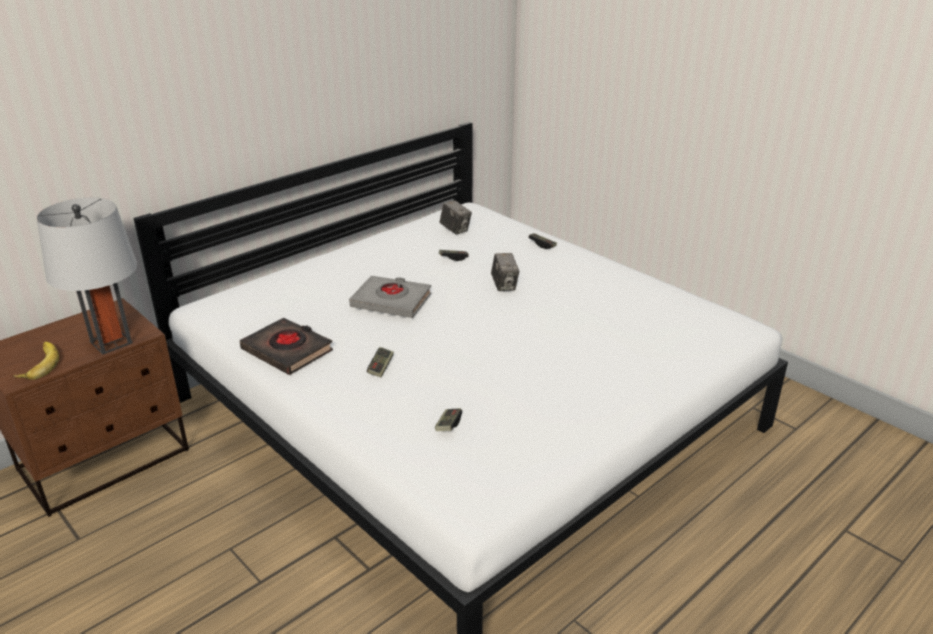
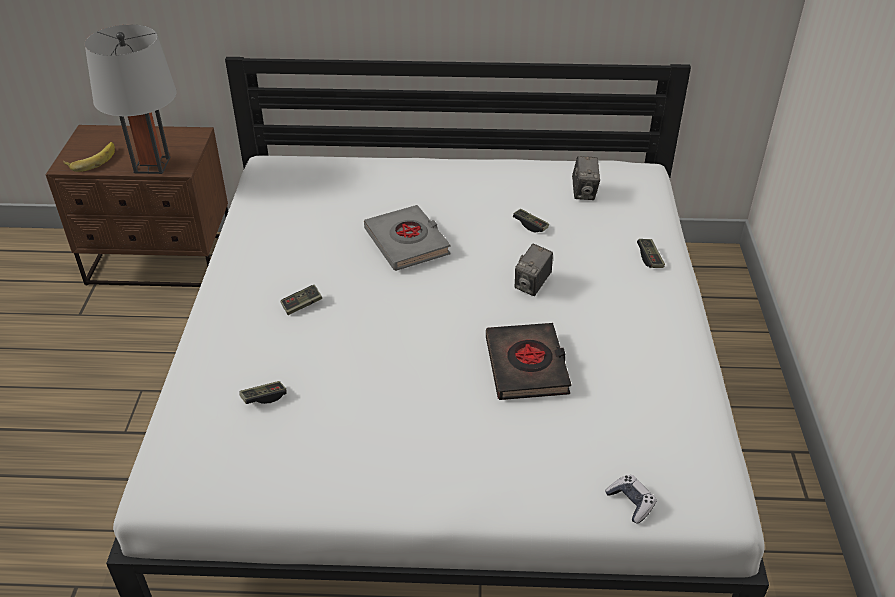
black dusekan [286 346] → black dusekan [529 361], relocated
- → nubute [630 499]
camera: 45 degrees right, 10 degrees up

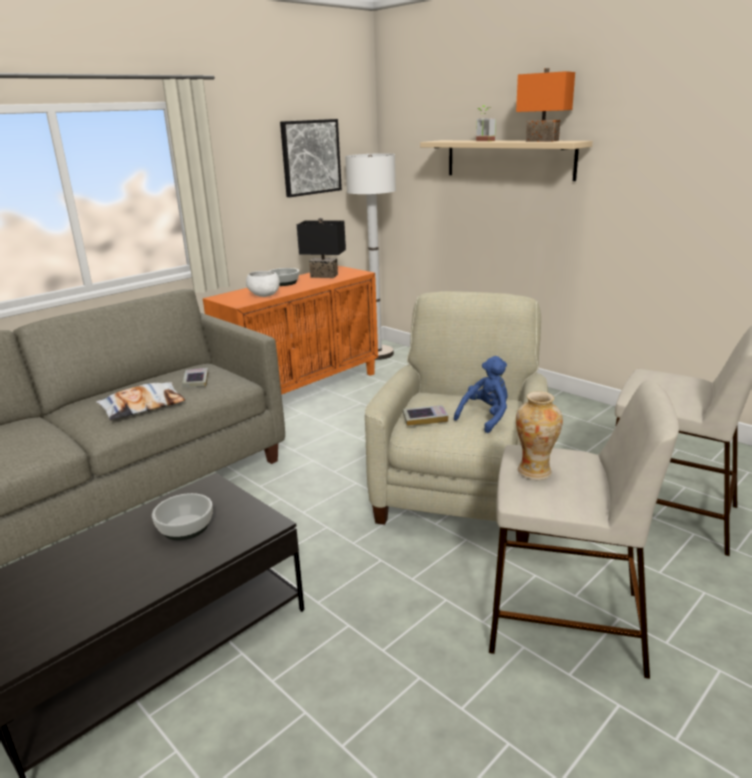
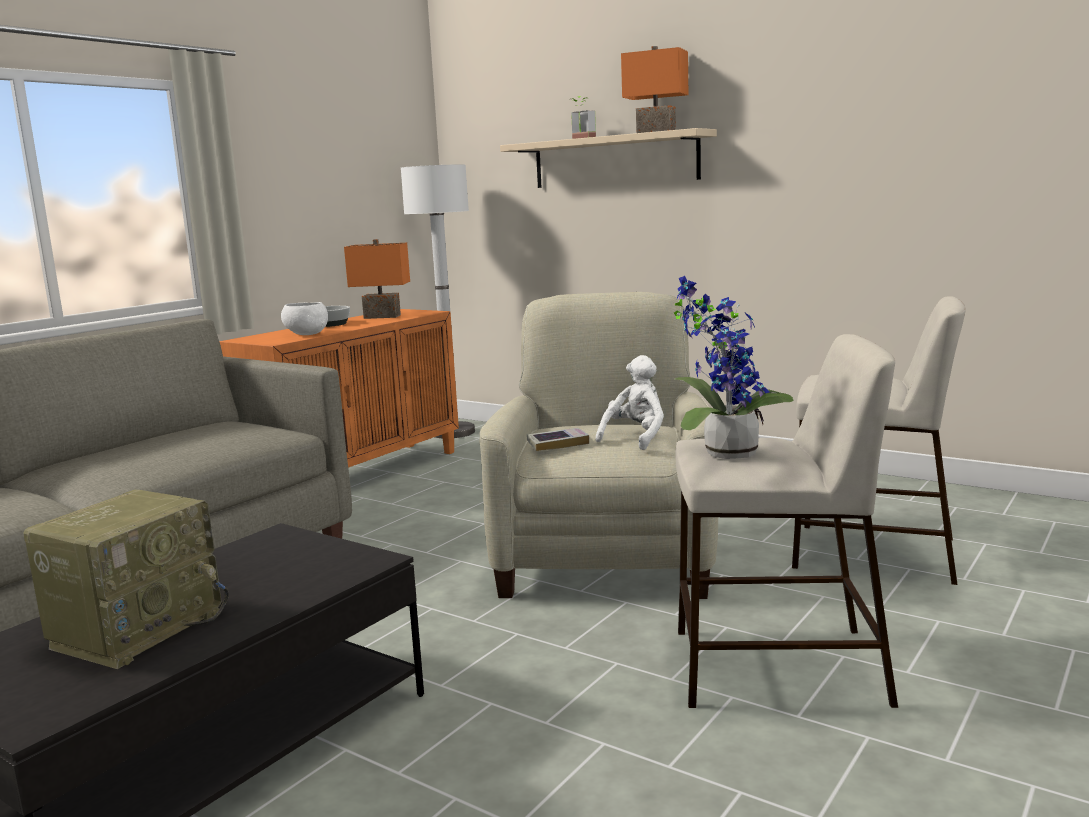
- → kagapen [126 579]
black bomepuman [321 248] → orange bomepuman [377 279]
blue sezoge [481 394] → white sezoge [629 402]
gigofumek [539 435] → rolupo [733 367]
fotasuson [140 401] → -
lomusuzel [182 516] → -
dusekan [195 377] → -
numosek [311 158] → -
camera: 10 degrees left, 10 degrees down

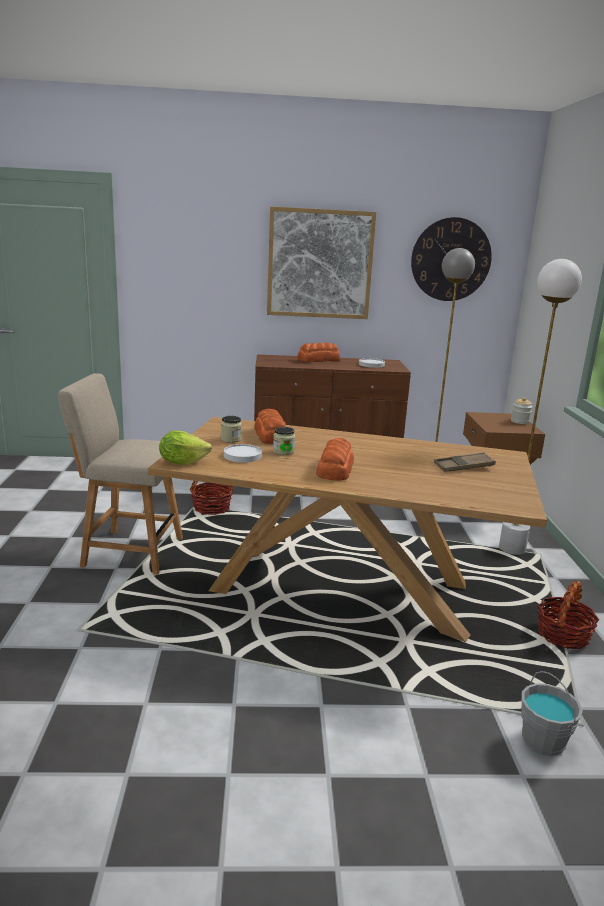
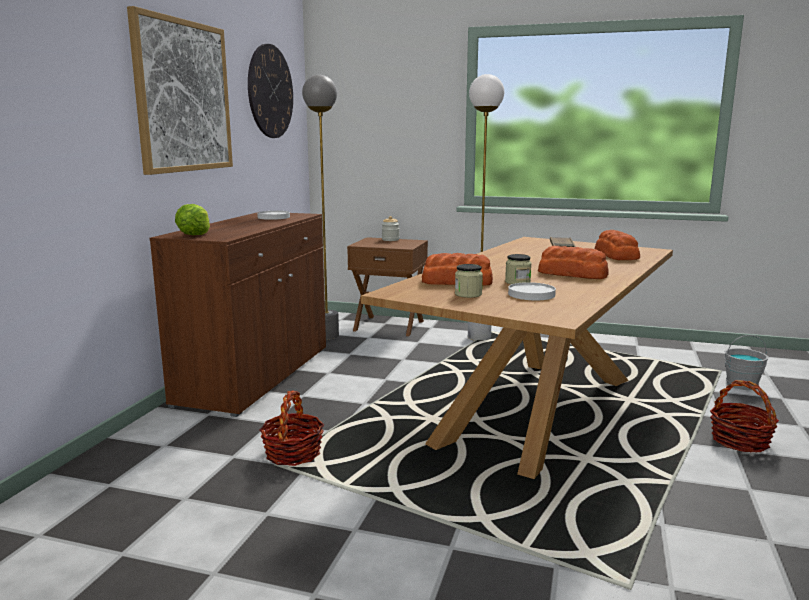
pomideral [185 448] → pomideral [192 219], relocated
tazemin [318 352] → tazemin [617 245], relocated
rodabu [568 615] → rodabu [744 416], relocated
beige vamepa [120 474] → -
camera: 70 degrees left, 5 degrees down

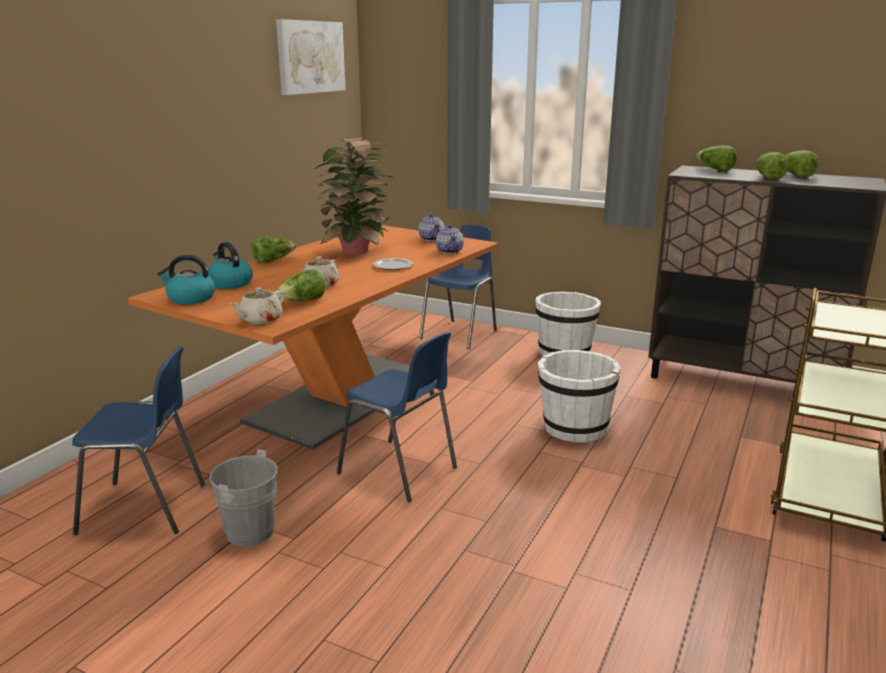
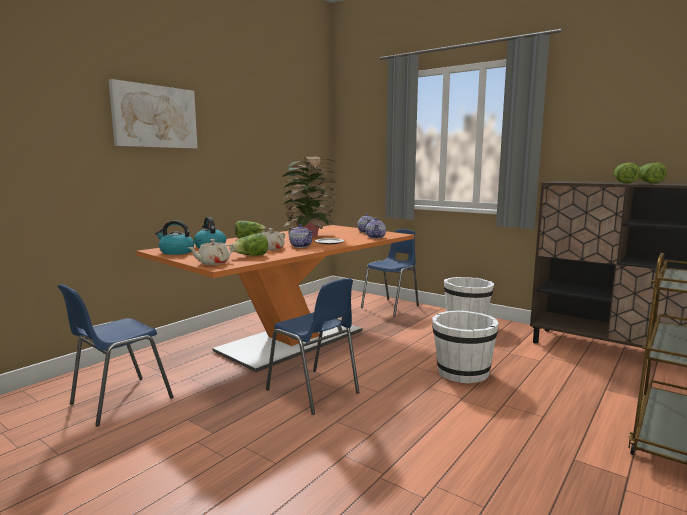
blue vamepa [138 440] → blue vamepa [116 355], 120 degrees clockwise
numosek [311 57] → numosek [153 113], relocated
- → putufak [300 236]
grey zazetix [239 498] → -
pomideral [716 158] → -
camera: 10 degrees right, 10 degrees down

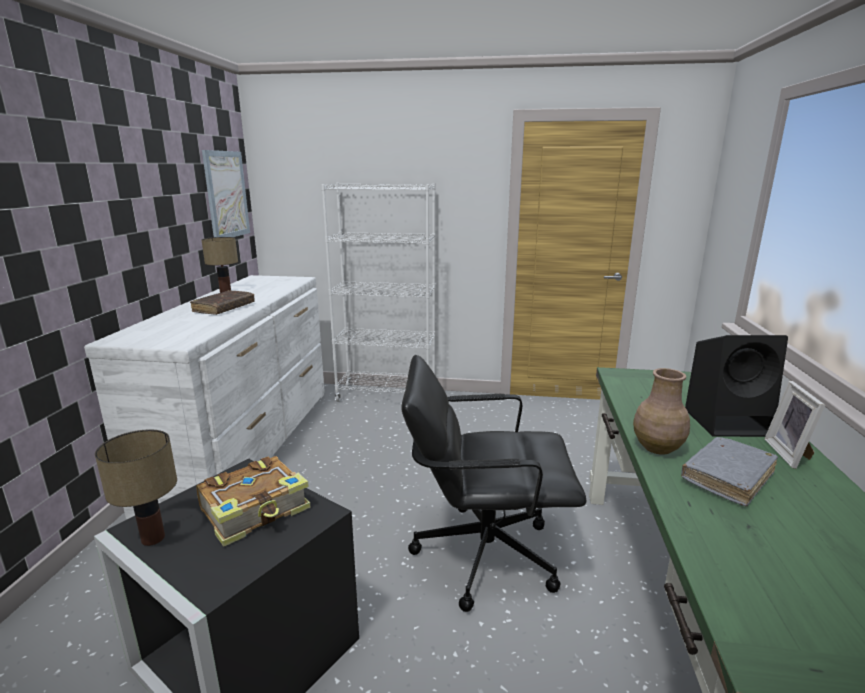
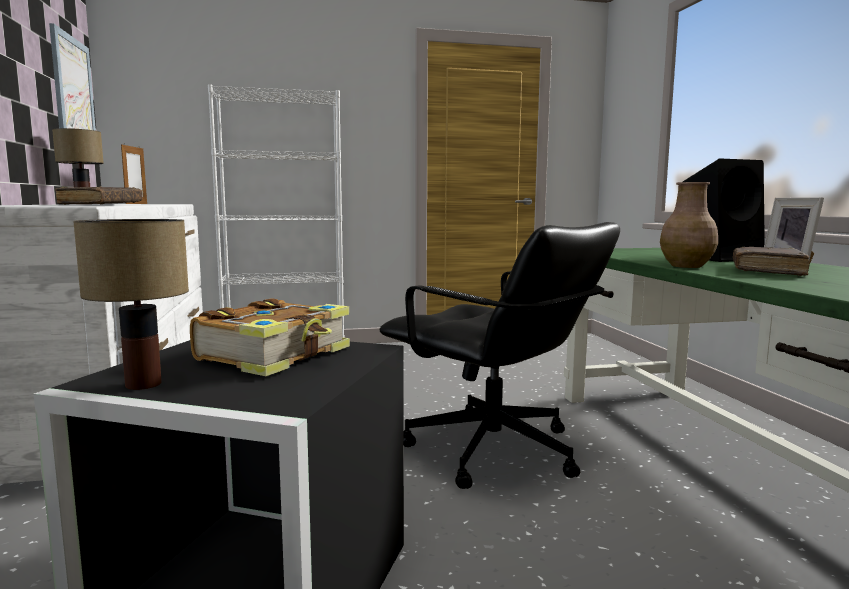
- → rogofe [134 173]
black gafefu [494 483] → black gafefu [499 355], 120 degrees counterclockwise
grey dusekan [729 471] → brown dusekan [771 261]
camera: 20 degrees left, 10 degrees down

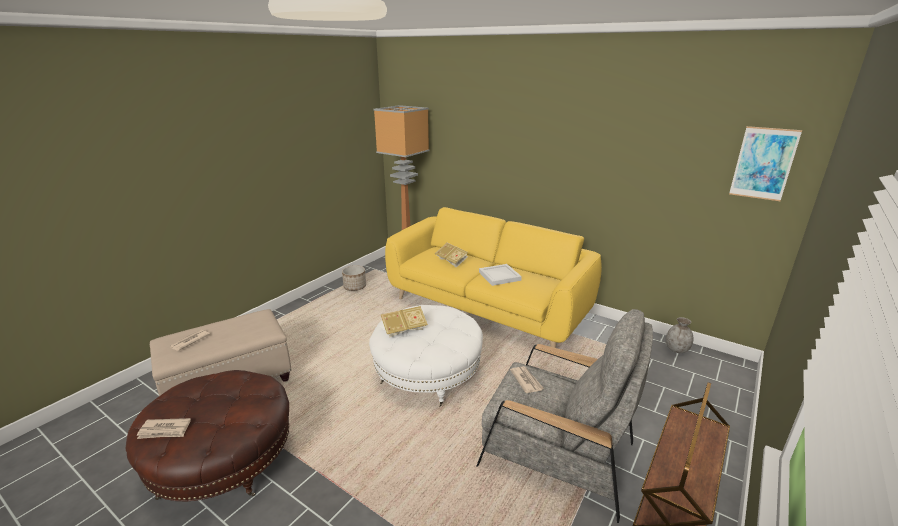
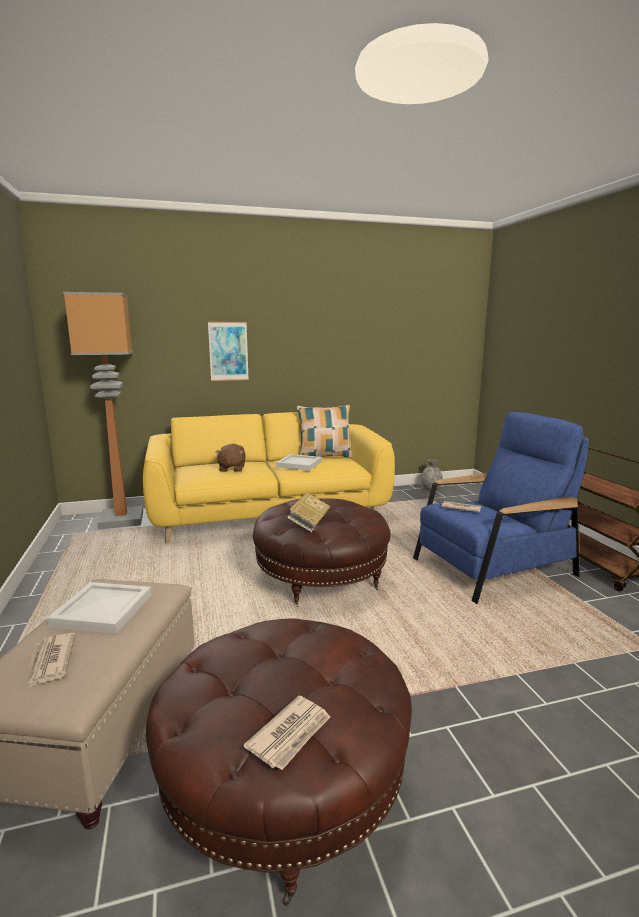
- → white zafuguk [99 608]
numosek [765 163] → numosek [228 351], relocated
dusekan [451 255] → brown sezoge [230 458]
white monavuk [426 355] → brown monavuk [322 552]
- → fotasuson [325 431]
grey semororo [564 416] → blue semororo [501 508]
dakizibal [354 278] → -
camera: 50 degrees left, 10 degrees down

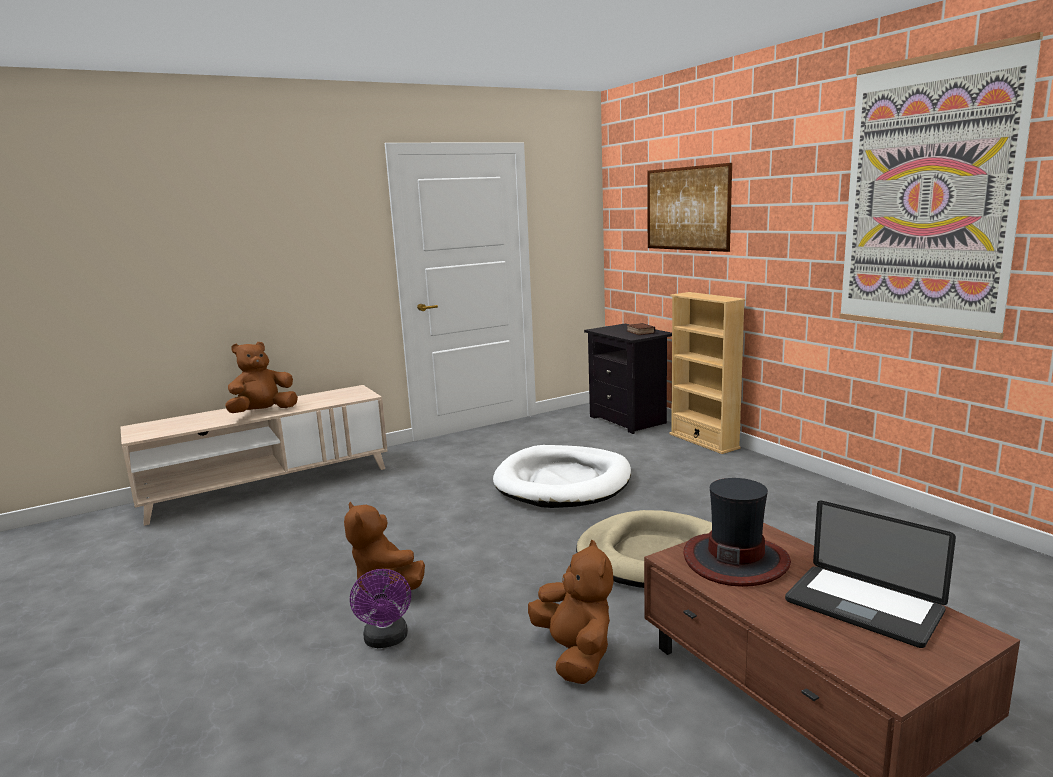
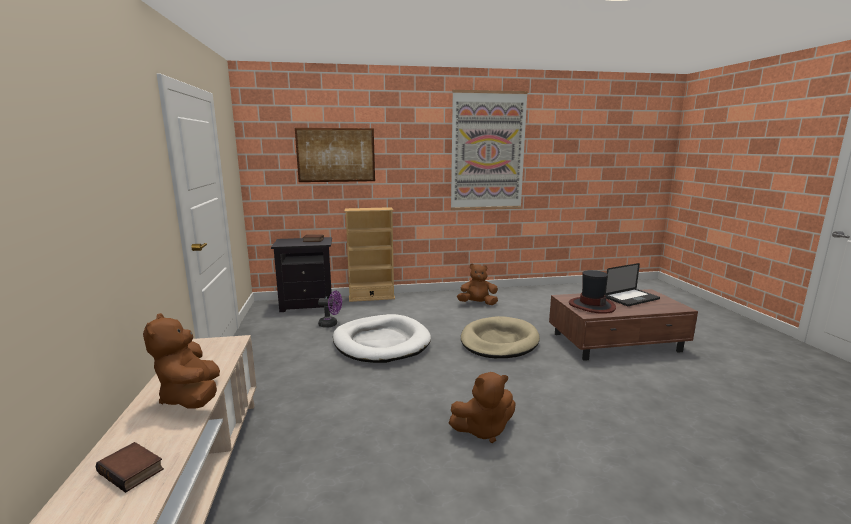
- → dusekan [130 467]
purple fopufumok [380 608] → purple fopufumok [330 309], relocated
brown sezoge [571 612] → brown sezoge [477 284], relocated
camera: 70 degrees left, 0 degrees up

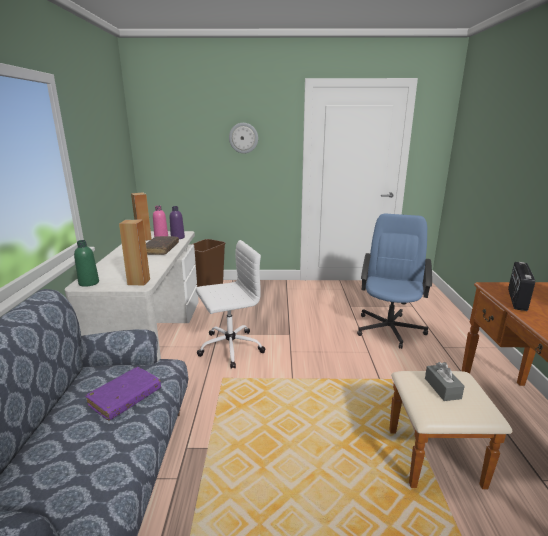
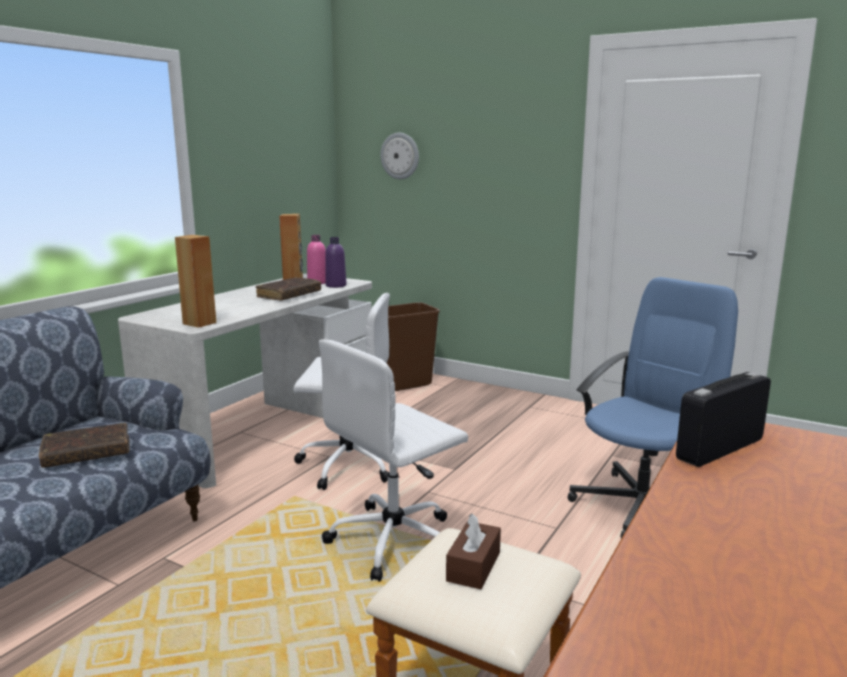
purple dusekan [123 393] → brown dusekan [84 445]
- → white gafefu [393 460]
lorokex [243 138] → lorokex [399 156], relocated
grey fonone [445 381] → brown fonone [473 551]
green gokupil [86 263] → -
camera: 30 degrees right, 5 degrees down

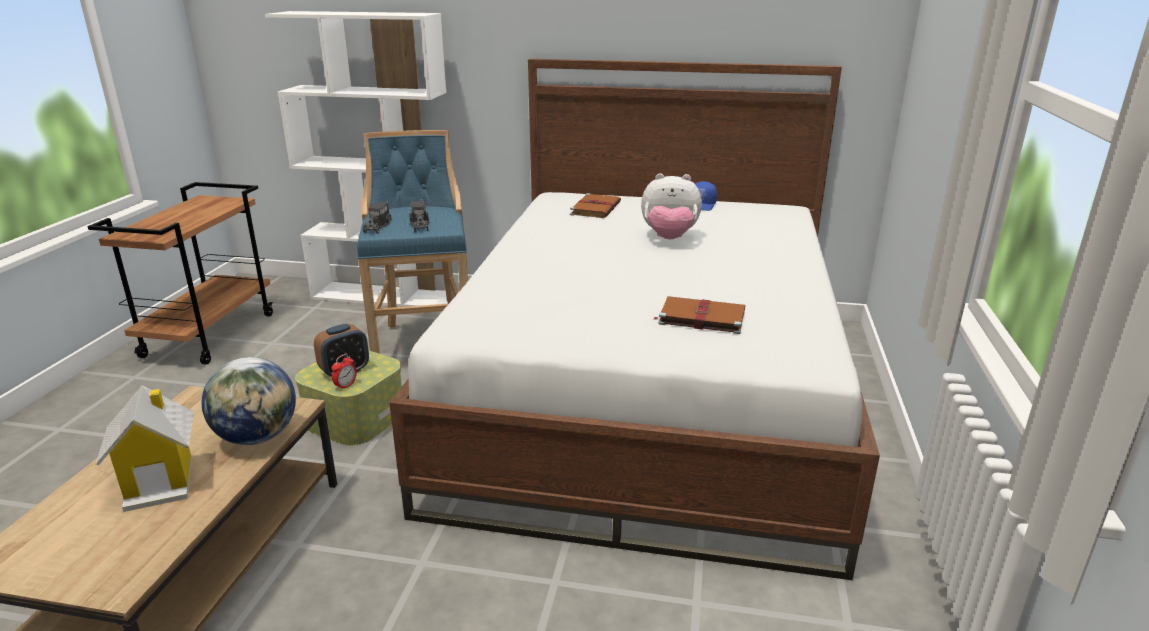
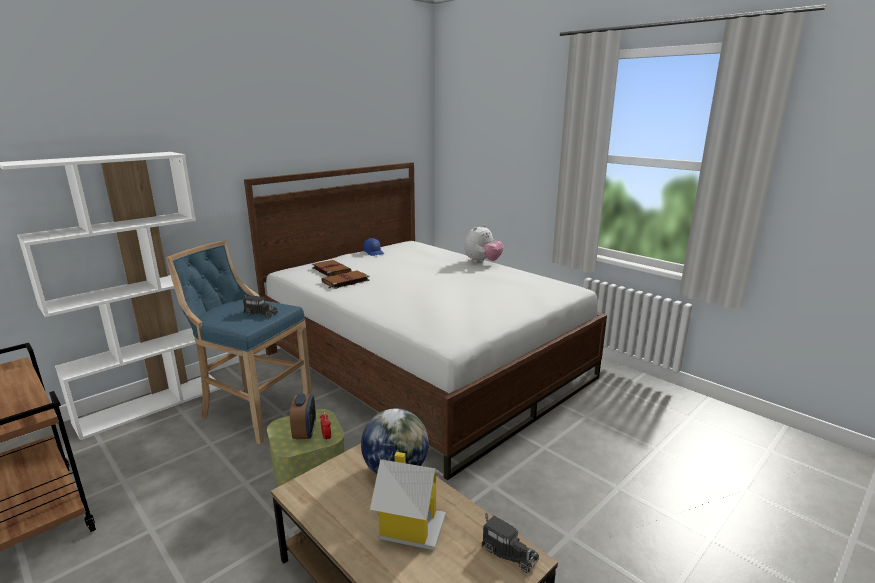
brown dusekan [699 315] → brown dusekan [345 279], relocated
sezoge [671 206] → sezoge [484 243], relocated
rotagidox [377 217] → rotagidox [510 543], relocated
camera: 55 degrees left, 5 degrees down

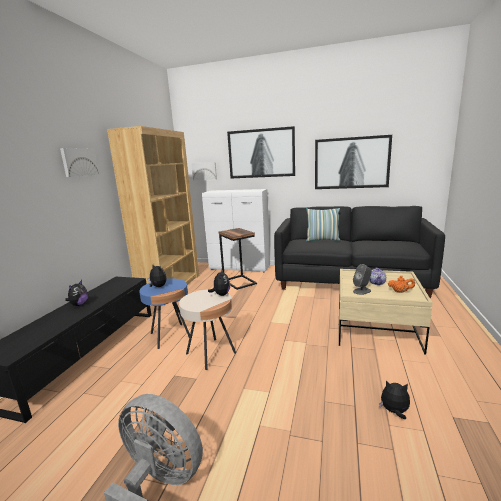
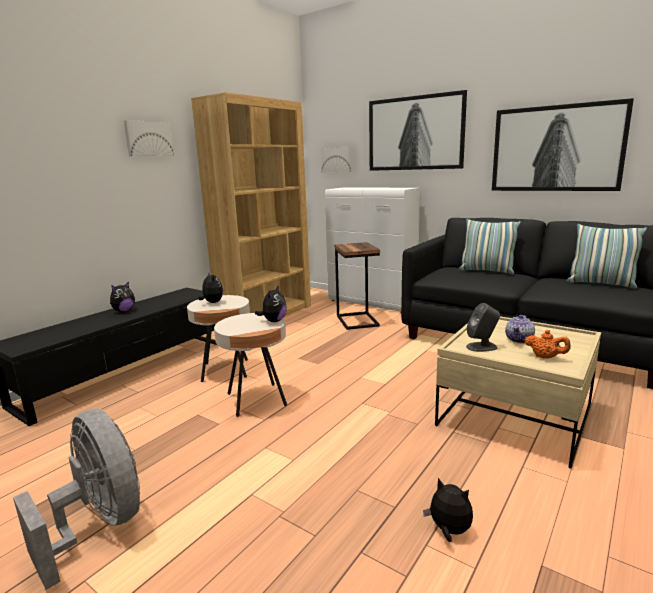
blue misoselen [164 313] → beige misoselen [218 338]
- → fotasuson [606 256]
camera: 20 degrees right, 0 degrees up

